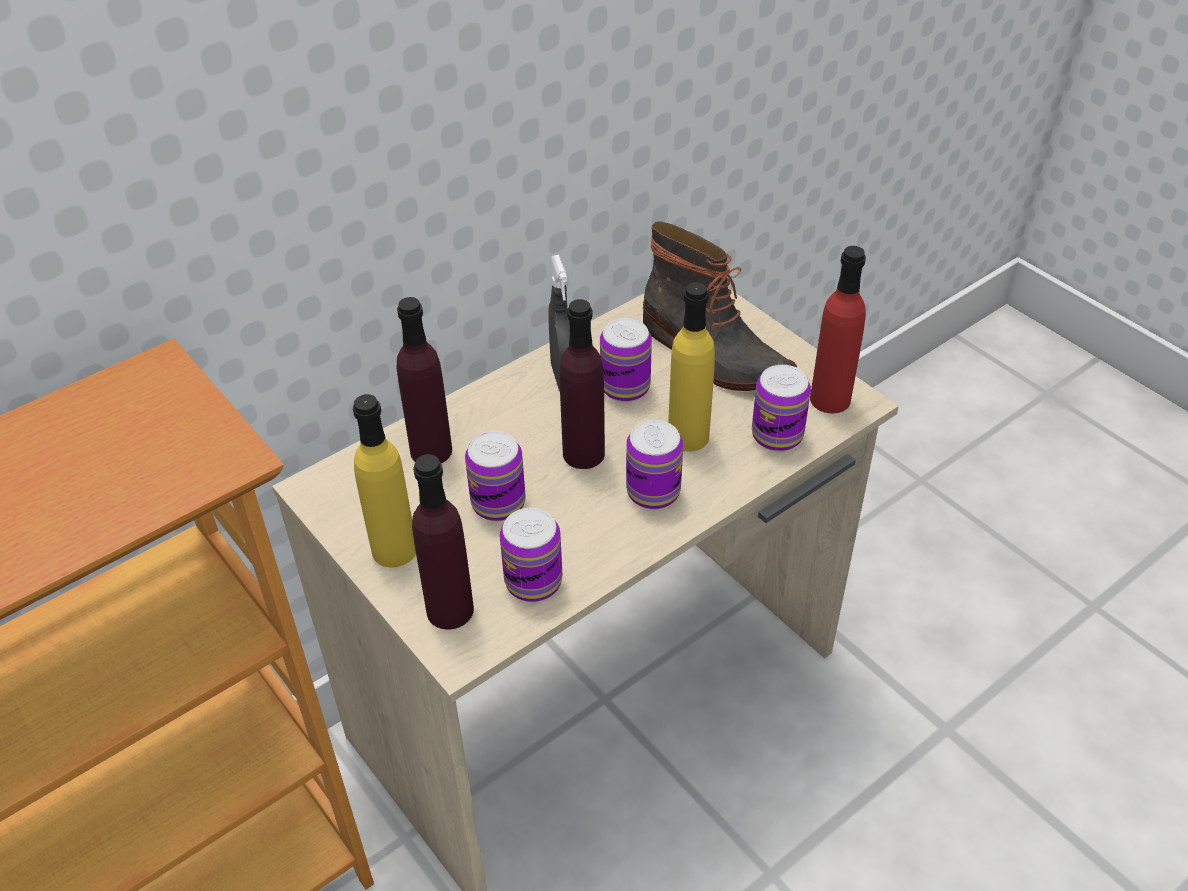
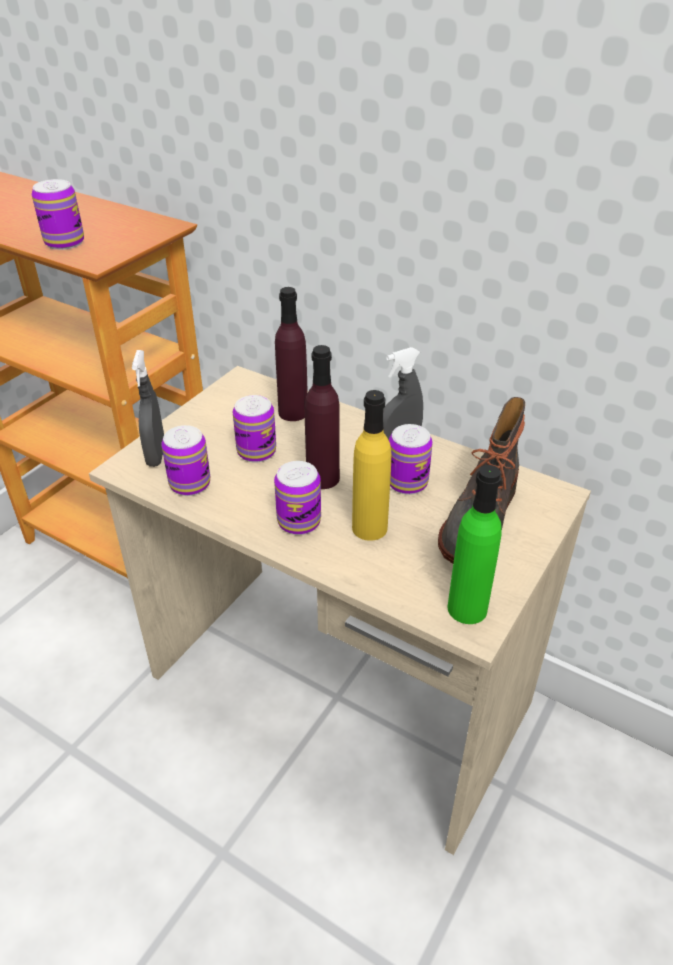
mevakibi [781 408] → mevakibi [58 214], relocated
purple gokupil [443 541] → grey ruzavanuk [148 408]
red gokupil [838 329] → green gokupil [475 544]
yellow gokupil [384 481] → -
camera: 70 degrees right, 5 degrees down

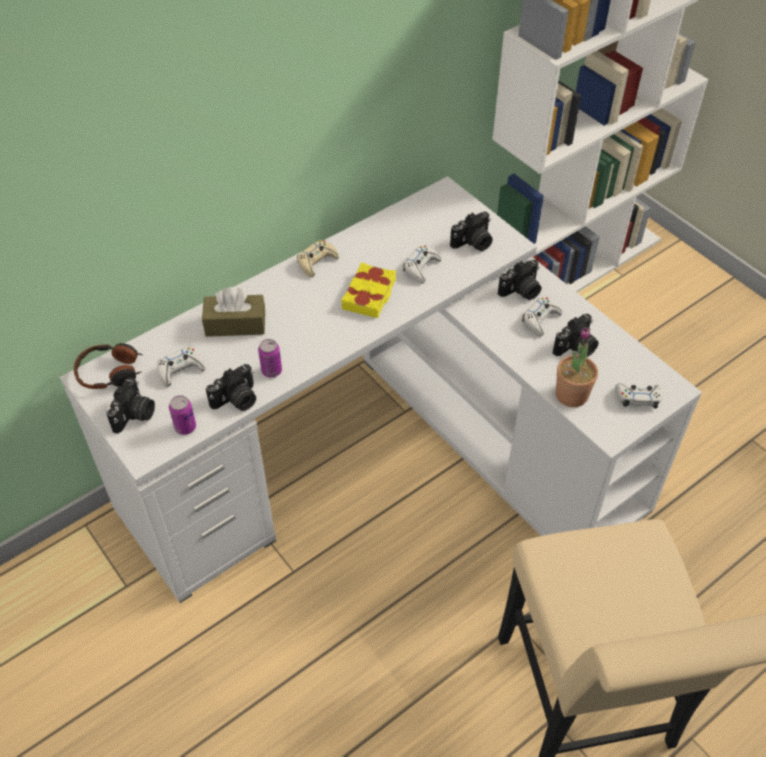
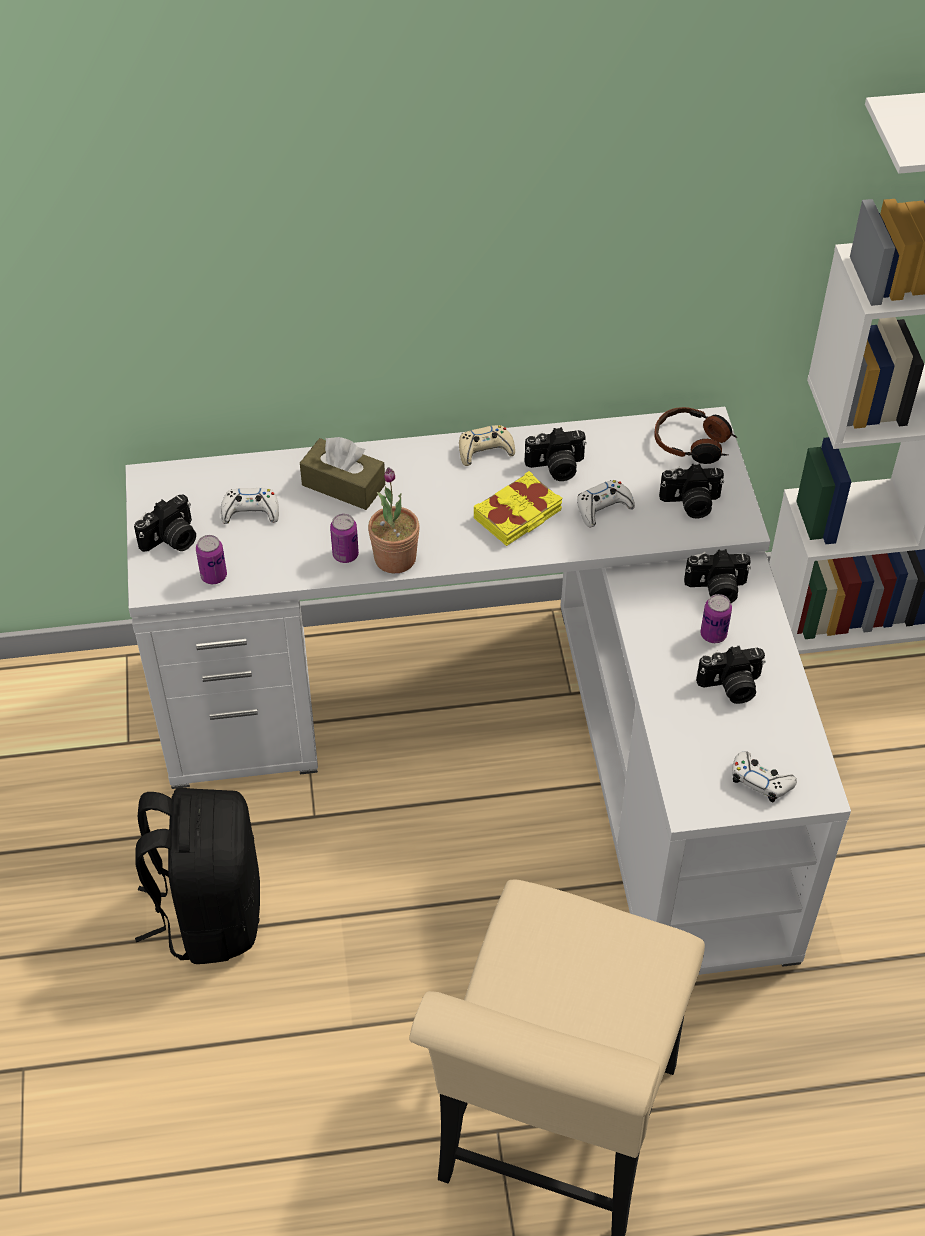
- → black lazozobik [197 876]
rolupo [577 367] → rolupo [394 520], relocated
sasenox [231 387] → sasenox [555 454], relocated
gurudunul [108 366] → gurudunul [696 435], relocated
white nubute [542 317] → mevakibi [716 618]
camera: 30 degrees right, 0 degrees up

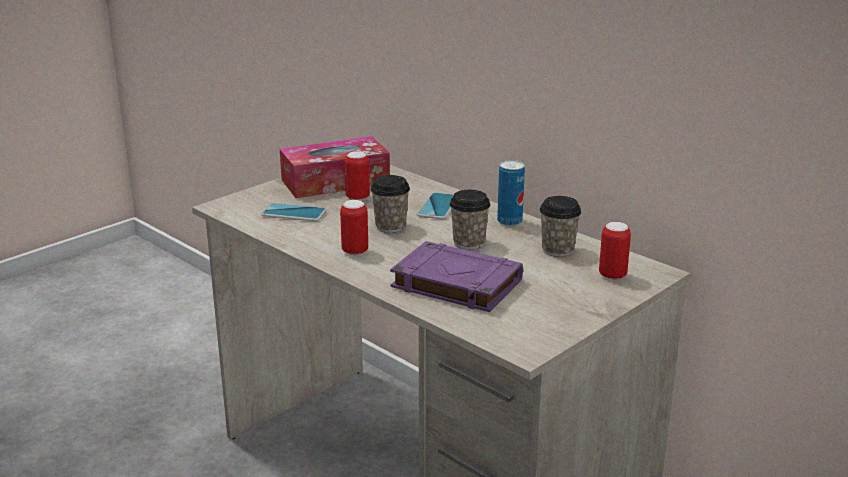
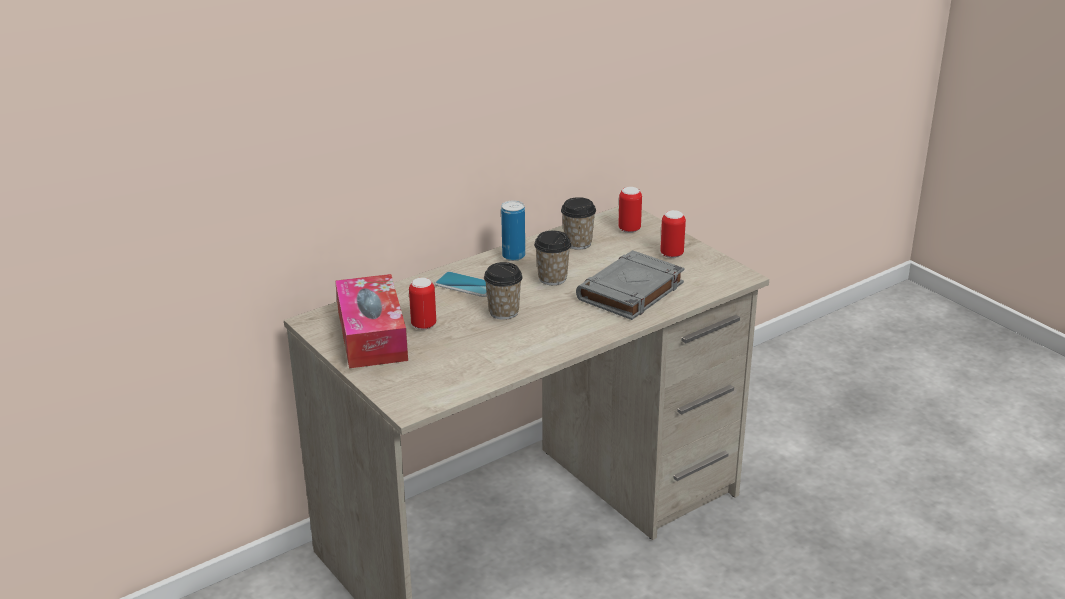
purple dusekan [456 276] → grey dusekan [630 285]
mevakibi [354 227] → mevakibi [673 234], relocated
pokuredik [294 212] → -
camera: 80 degrees left, 5 degrees up

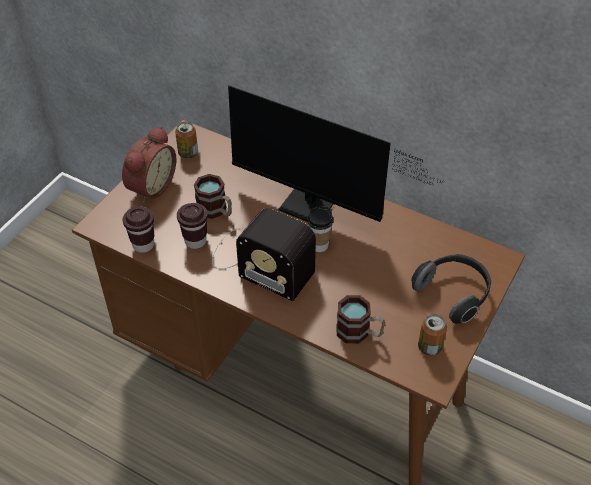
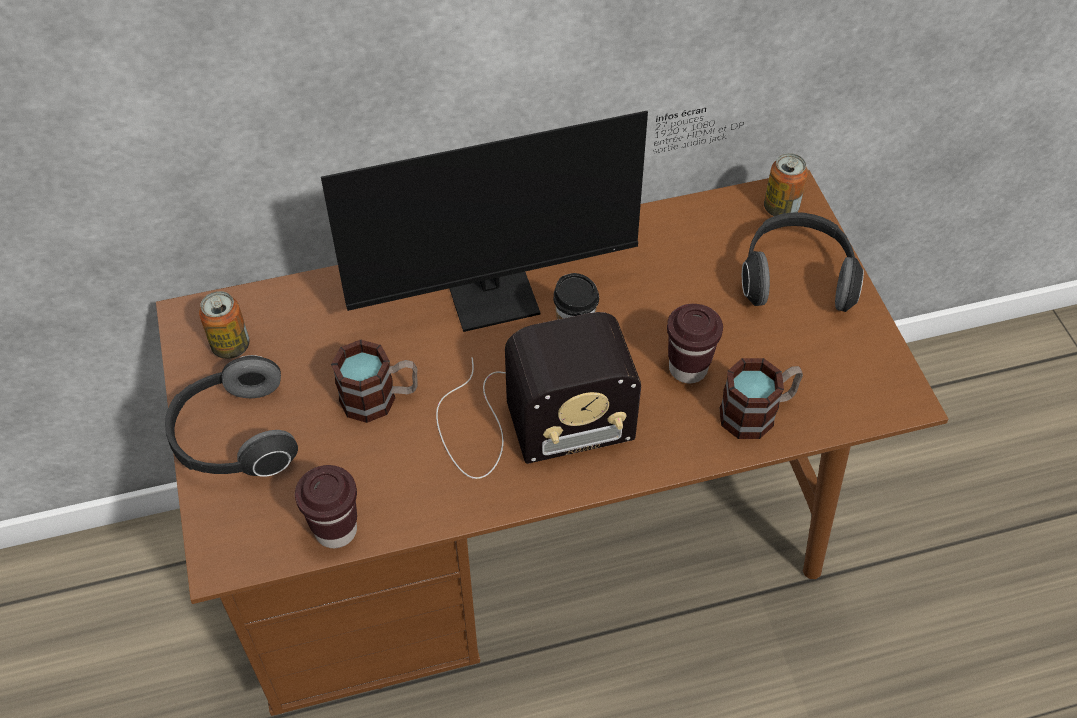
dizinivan [149 164] → gurudunul [231 416]
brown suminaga [192 226] → brown suminaga [695 343], relocated
mevakibi [432 335] → mevakibi [786 184], relocated
camera: 45 degrees left, 5 degrees up

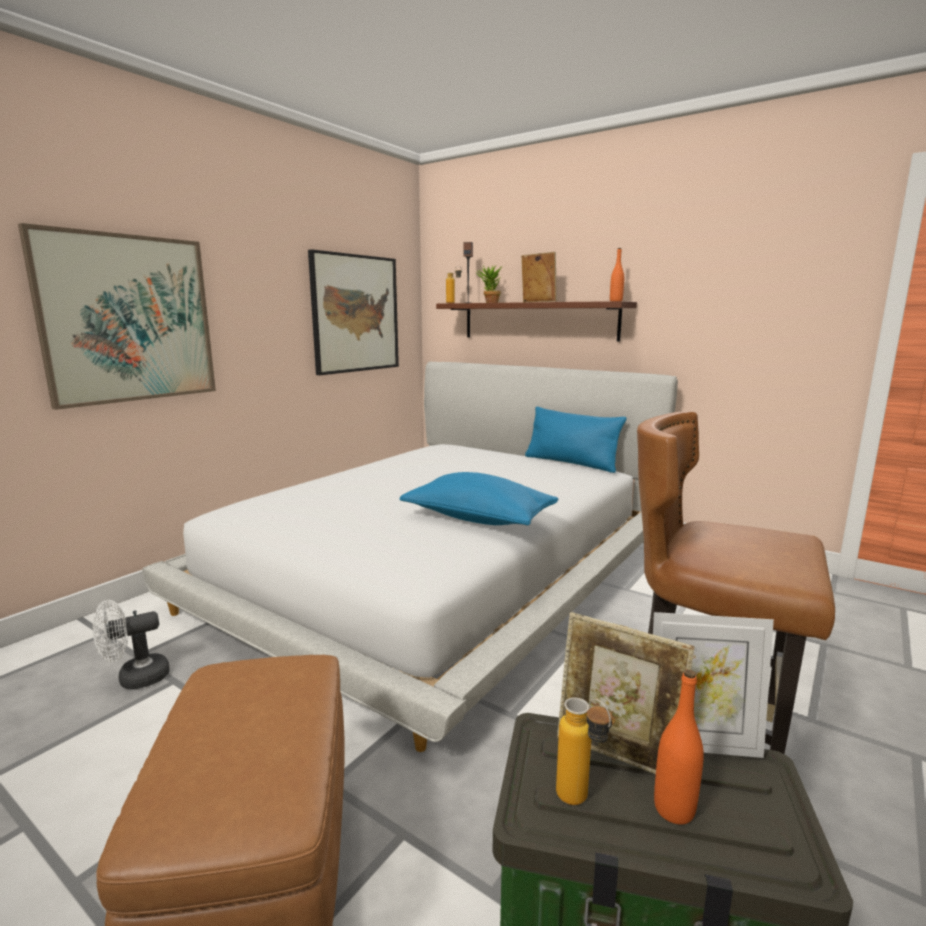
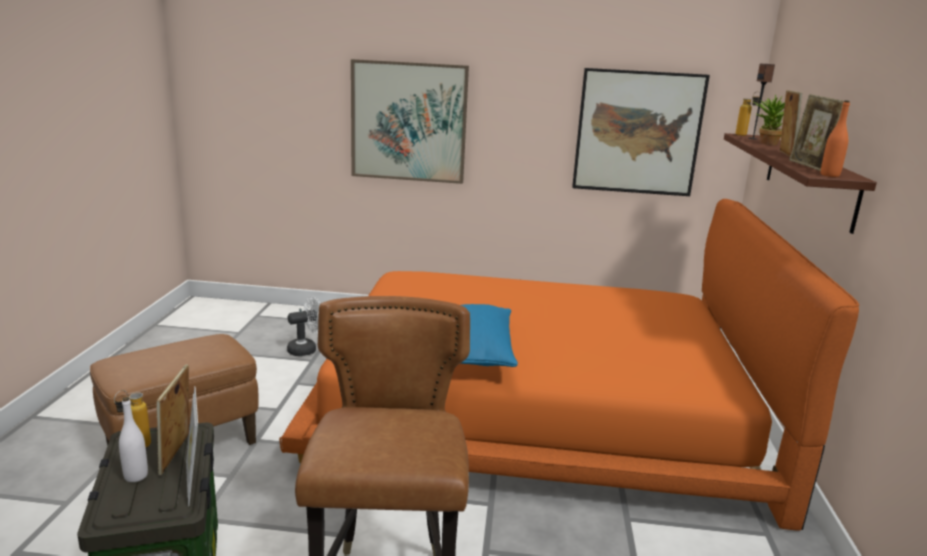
orange gokupil [679 746] → white gokupil [133 439]
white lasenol [410 556] → orange lasenol [569 365]
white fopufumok [131 644] → white fopufumok [304 326], 120 degrees clockwise
- → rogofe [816 132]
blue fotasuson [575 439] → -
camera: 60 degrees right, 5 degrees up

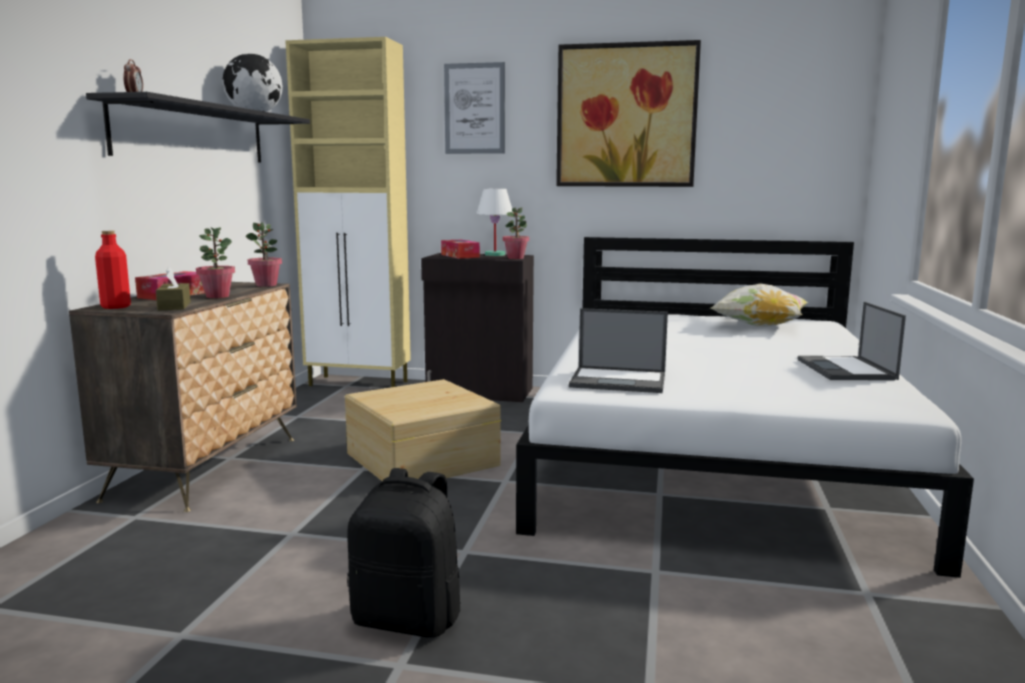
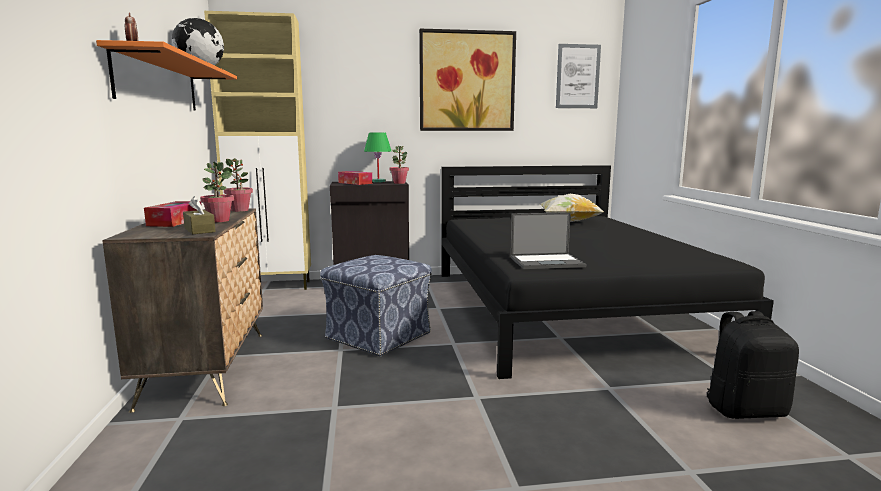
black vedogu [198 127] → orange vedogu [166 75]
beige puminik [423 430] → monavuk [376 306]
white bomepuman [494 222] → green bomepuman [377 157]
white lasenol [745 407] → black lasenol [607 272]
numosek [474 108] → numosek [578 76], relocated
black lazozobik [404 553] → black lazozobik [753 365], relocated
red gokupil [113 270] → -
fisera [851 341] → -
camera: 20 degrees left, 0 degrees up

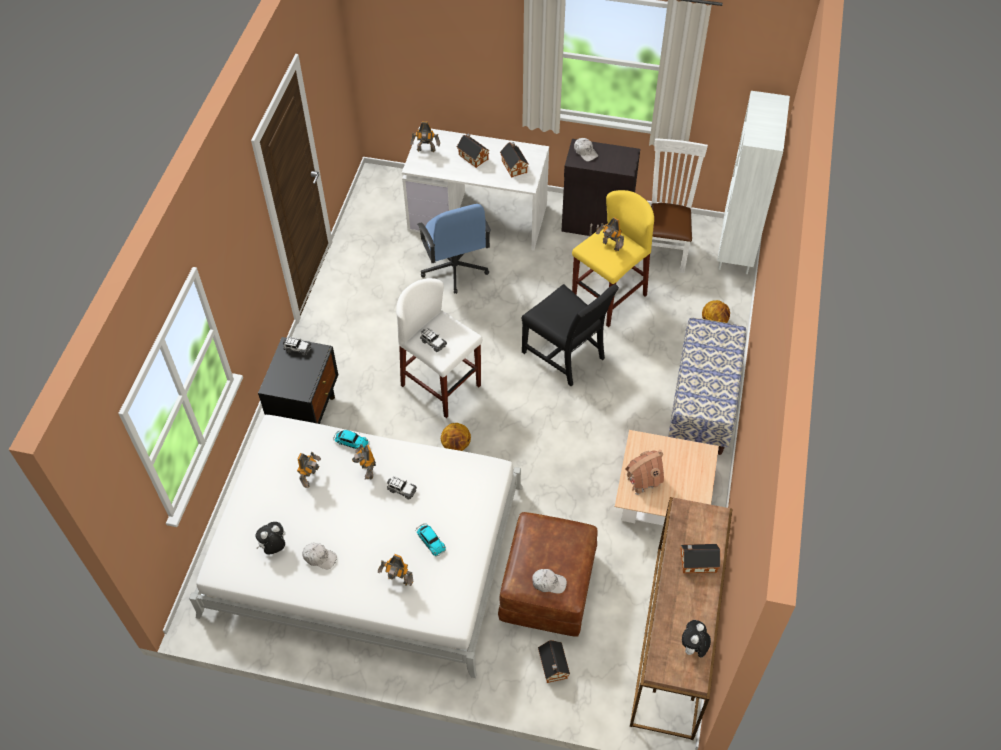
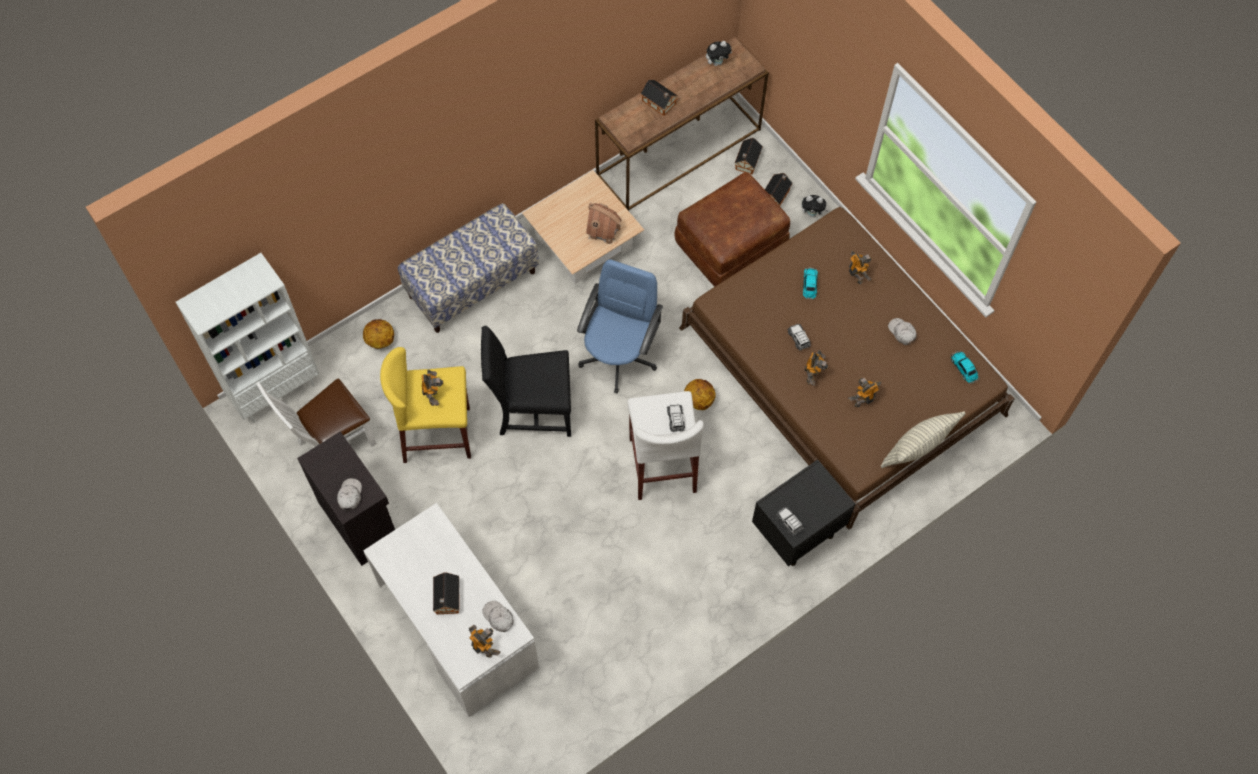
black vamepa [570 335] → black vamepa [526 381], 90 degrees counterclockwise
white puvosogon [549 581] → white puvosogon [498 616], relocated
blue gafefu [454 249] → blue gafefu [620 326], relocated
white lasenol [356 546] → brown lasenol [847 368]
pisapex [514 160] → pisapex [748 156], relocated
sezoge [270 538] → sezoge [814 206], relocated
- → fotasuson [923 439]
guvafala [351 439] → guvafala [964 367], relocated
camera: 140 degrees left, 10 degrees up

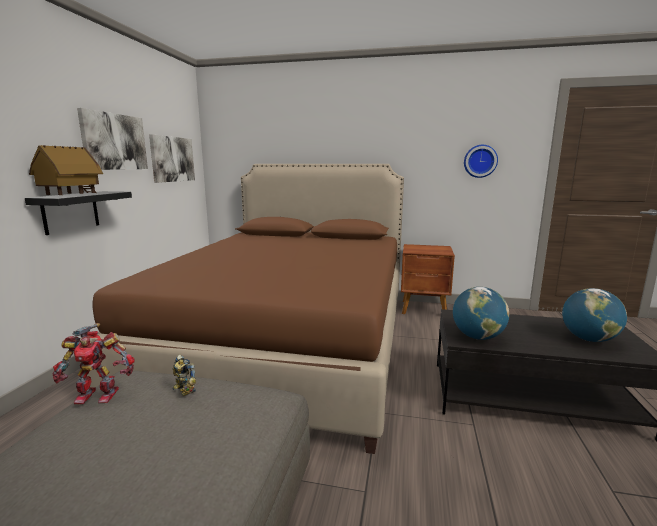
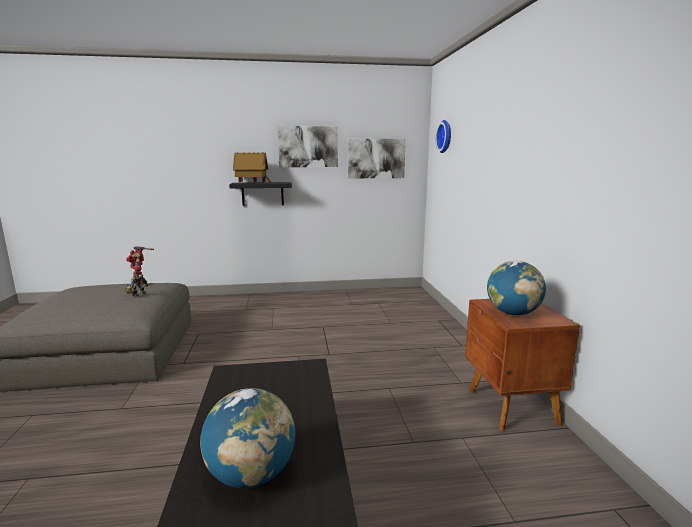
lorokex [481 161] → lorokex [443 136], relocated
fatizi [481 313] → fatizi [516 288], relocated
brown lasenol [242 309] → -
camera: 70 degrees right, 0 degrees up

